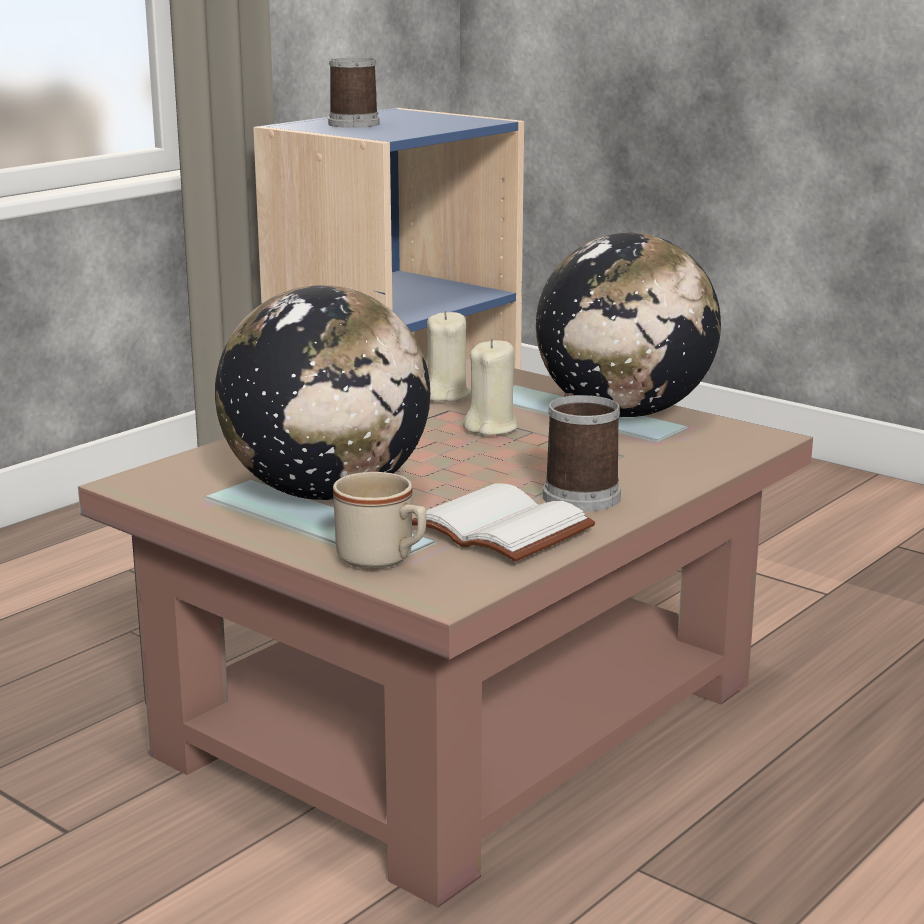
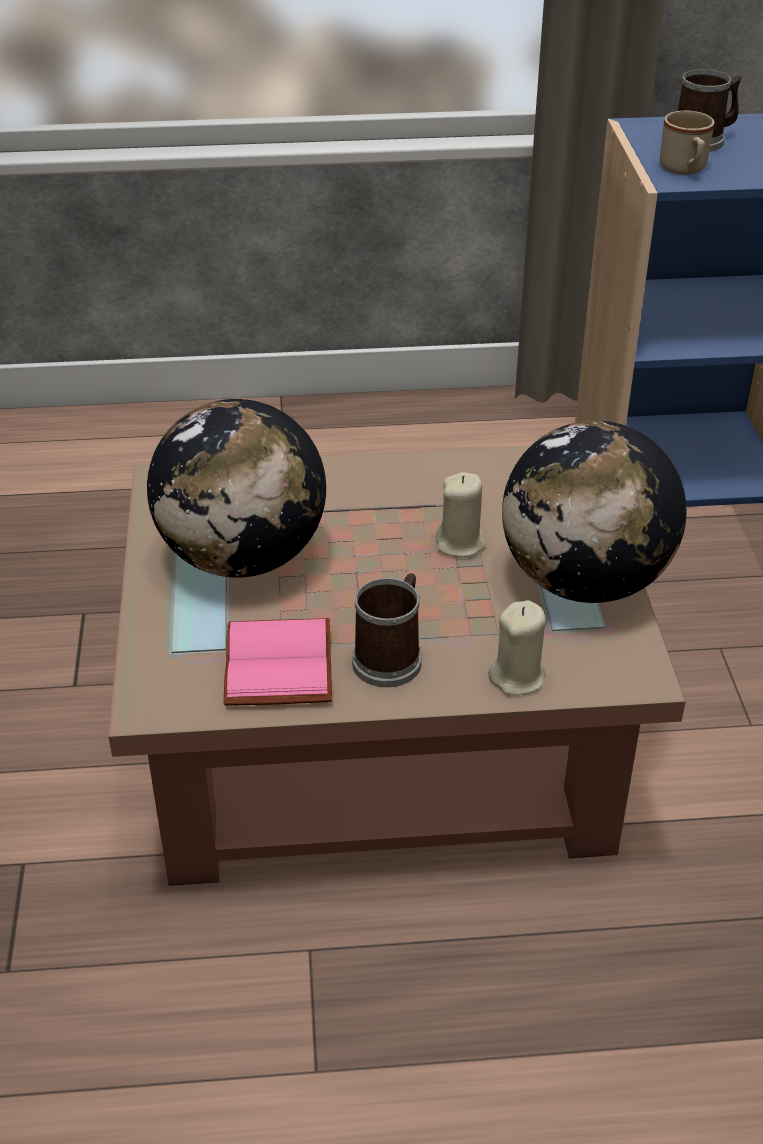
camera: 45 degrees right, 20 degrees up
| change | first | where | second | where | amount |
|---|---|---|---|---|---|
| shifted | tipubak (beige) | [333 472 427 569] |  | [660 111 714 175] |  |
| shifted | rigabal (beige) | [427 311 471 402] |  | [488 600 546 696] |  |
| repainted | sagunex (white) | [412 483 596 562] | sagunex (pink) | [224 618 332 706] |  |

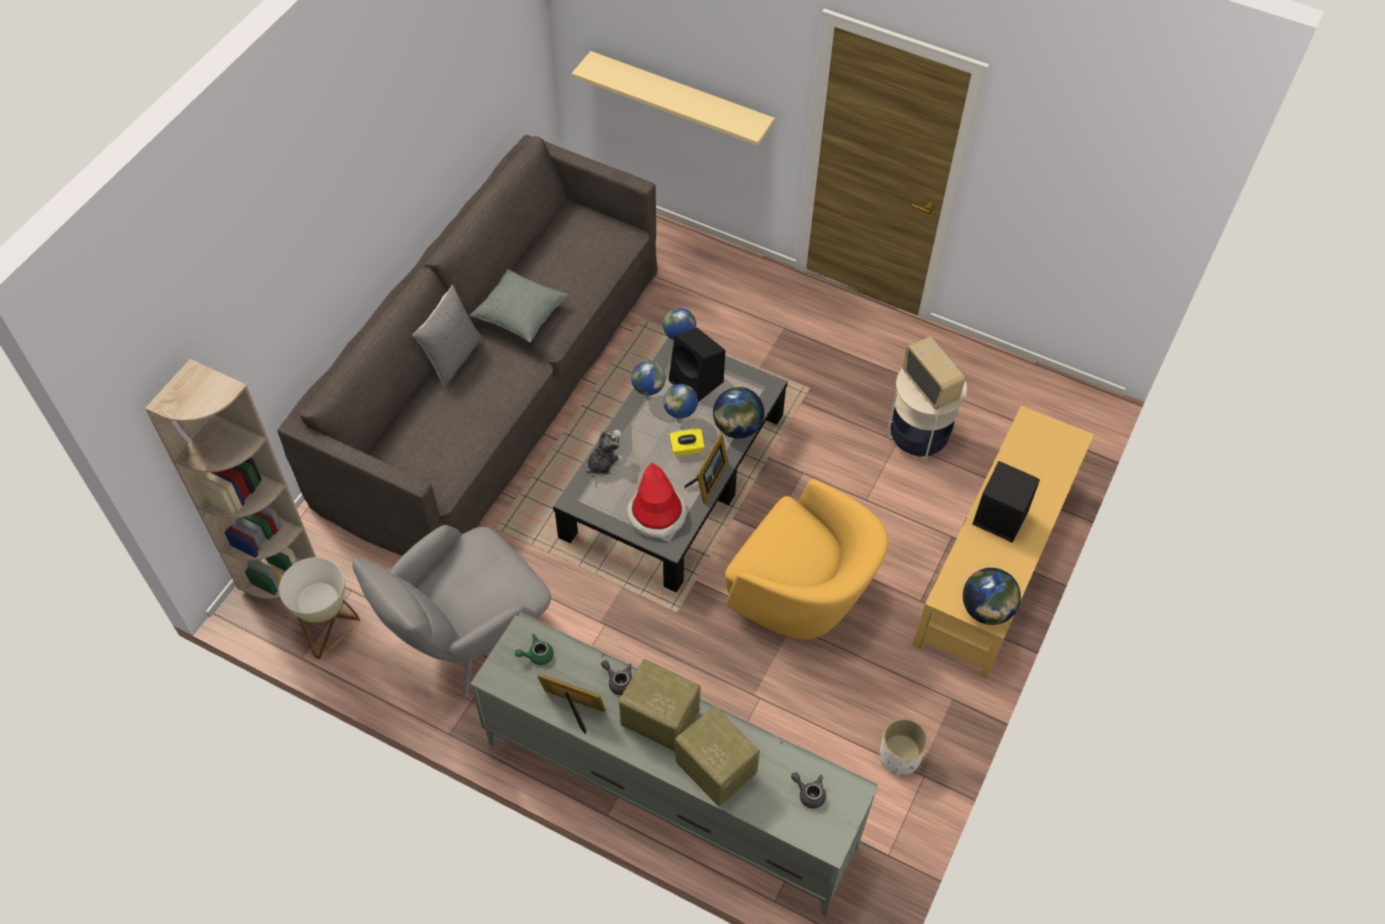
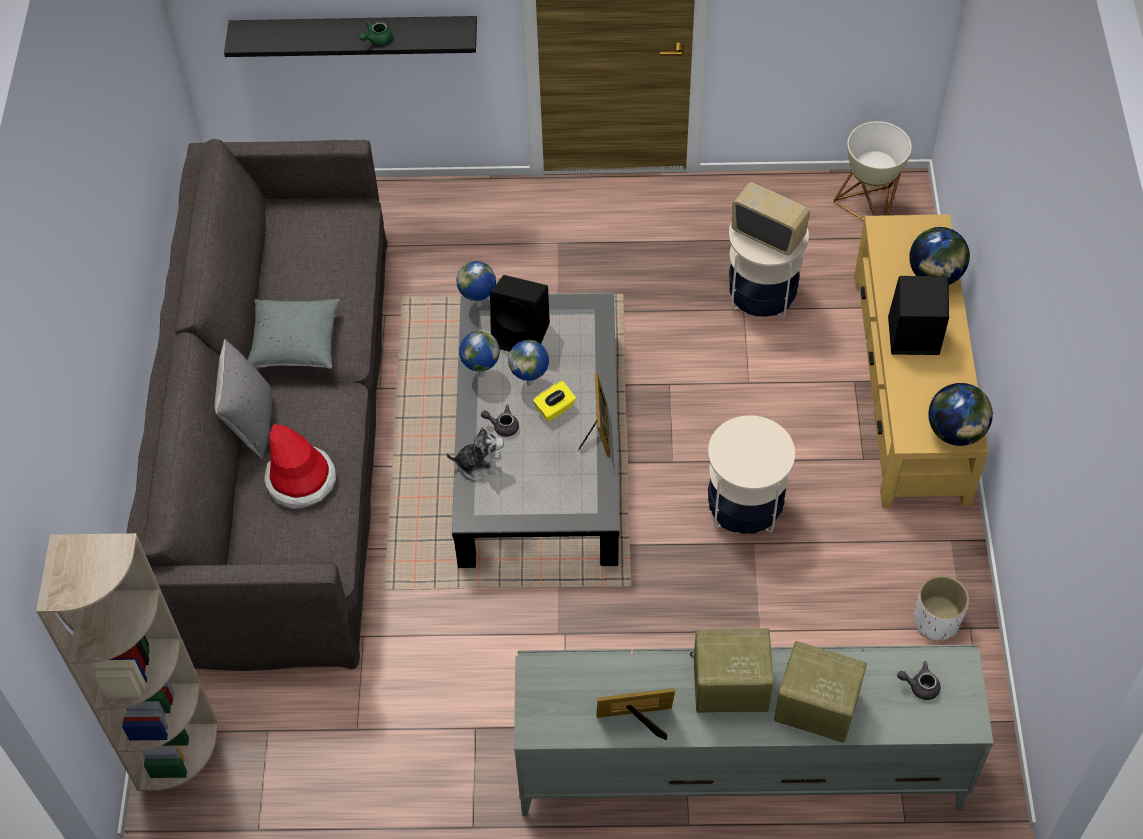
camera: 25 degrees left, 0 degrees up
| change | first | where | second | where | amount |
|---|---|---|---|---|---|
| gone | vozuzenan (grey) | [352 525 551 698] |  |  |  |
| shifted | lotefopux | [279 557 360 659] |  | [834 121 912 221] |  |
| shifted | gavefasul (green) | [515 634 554 665] |  | [359 20 393 45] |  |
| shifted | gavefasul (grey) | [601 660 632 695] |  | [481 405 519 437] |  |
| shifted | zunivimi | [628 463 687 537] |  | [264 424 336 509] |  |
| shifted | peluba | [713 387 764 438] |  | [909 227 970 285] |  |
| swapped | vozuzenan (yellow) | [725 479 888 640] | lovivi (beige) | [708 415 795 534] |  |
| repainted | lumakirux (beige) | [572 51 775 146] | lumakirux (black) | [224 16 477 57] |  |
| rotated | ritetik | [586 430 625 478] |  | [446 428 504 481] | 75 degrees clockwise |

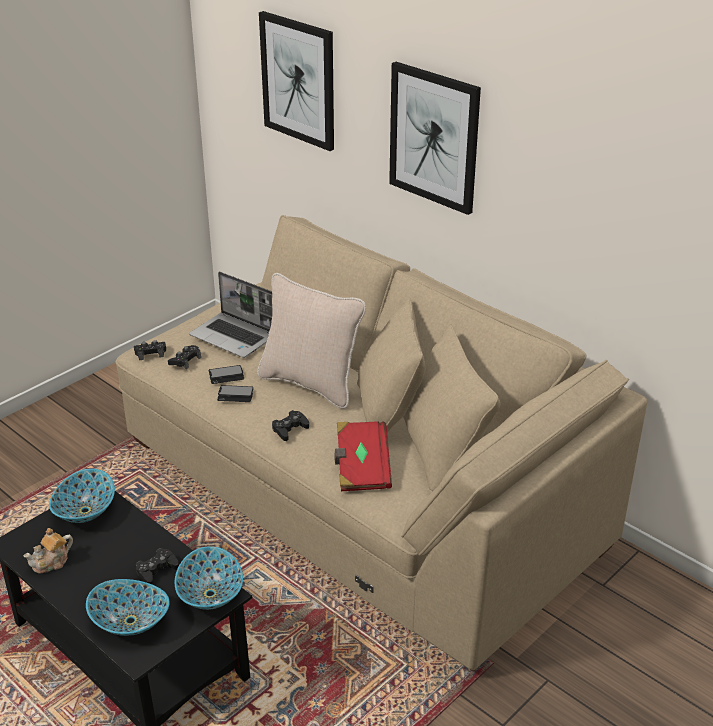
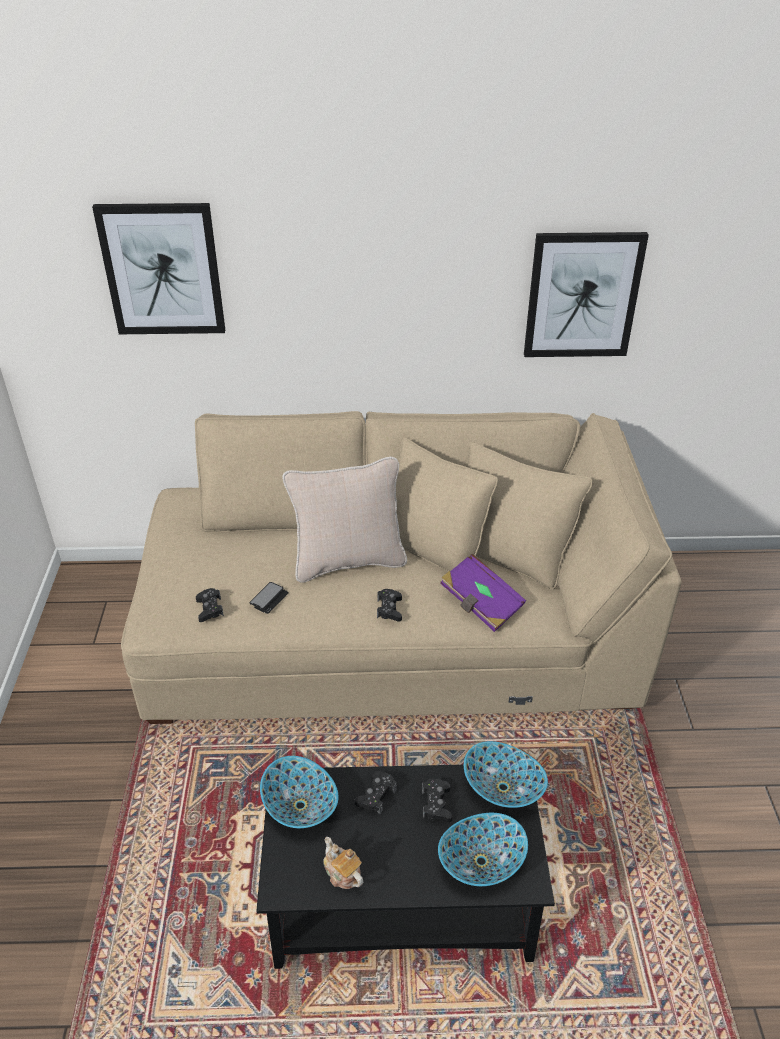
camera: 45 degrees left, 5 degrees up
| change | first | where | second | where | amount |
|---|---|---|---|---|---|
| gone | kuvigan | [189 272 273 358] |  |  |  |
| gone | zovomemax | [217 385 254 402] |  |  |  |
| shifted | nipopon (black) | [134 340 166 360] |  | [355 771 397 814] |  |
| shifted | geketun | [389 62 481 215] |  | [524 232 649 357] |  |
| repainted | sagunex (red) | [334 421 392 491] | sagunex (purple) | [440 554 526 632] |  |
| rotated | gavefasul | [23 528 73 573] |  | [323 837 363 889] | 135 degrees clockwise |

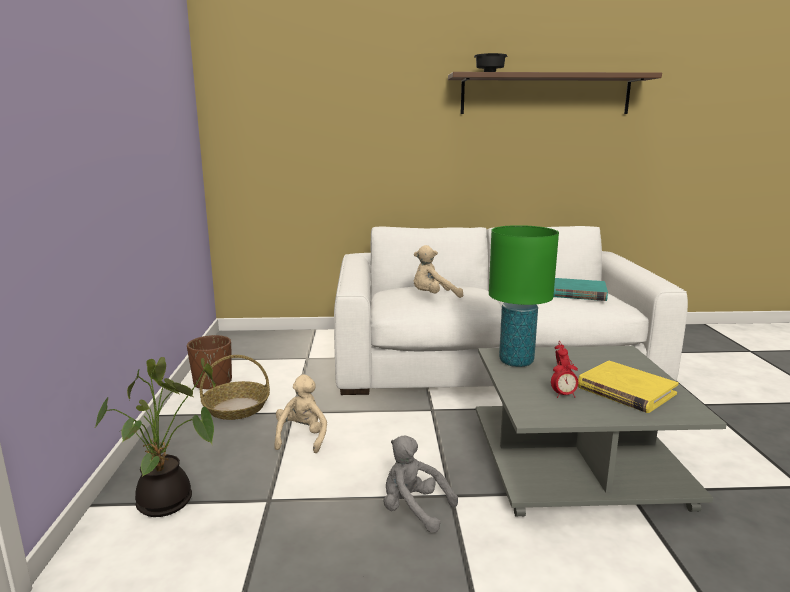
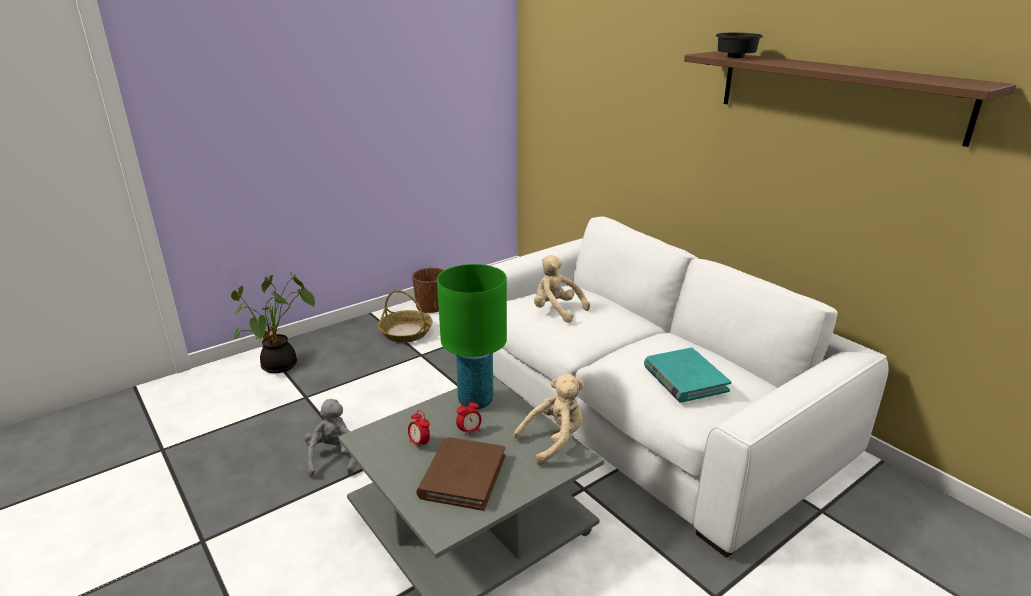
camera: 55 degrees right, 10 degrees up
| change | first | where | second | where | amount |
|---|---|---|---|---|---|
| shifted | ritetik (beige) | [274 374 327 453] |  | [513 374 584 466] |  |
| repainted | sagunex (yellow) | [578 361 679 413] | sagunex (brown) | [416 437 505 511] |  |

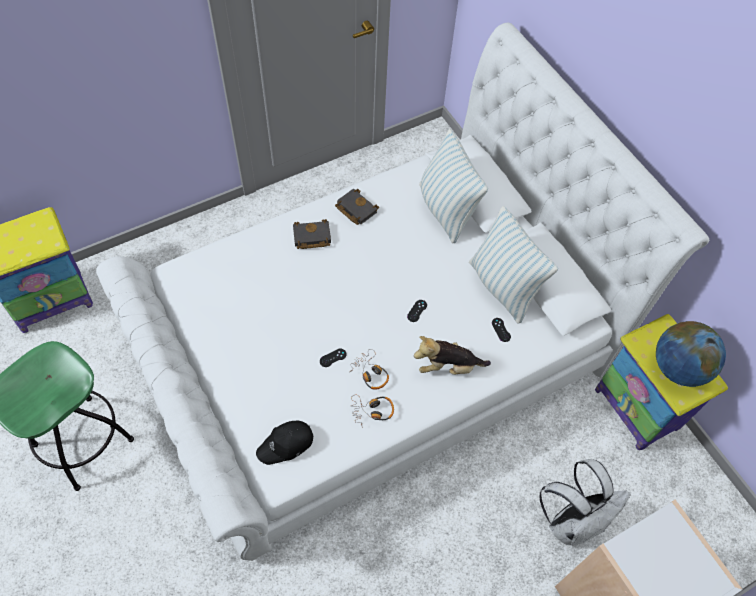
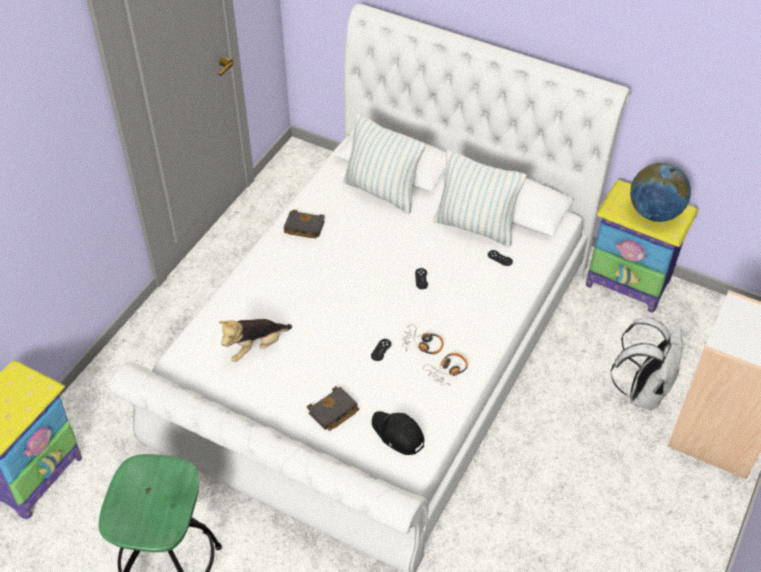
camera: 30 degrees left, 10 degrees down
| change | first | where | second | where | amount |
|---|---|---|---|---|---|
| shifted | sagunex (black) | [293 219 331 249] |  | [307 386 359 431] |  |
| shifted | ritetik | [414 336 491 375] |  | [218 319 292 362] |  |
| rotated | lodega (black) | [256 421 313 465] |  | [372 411 424 455] | 105 degrees clockwise |

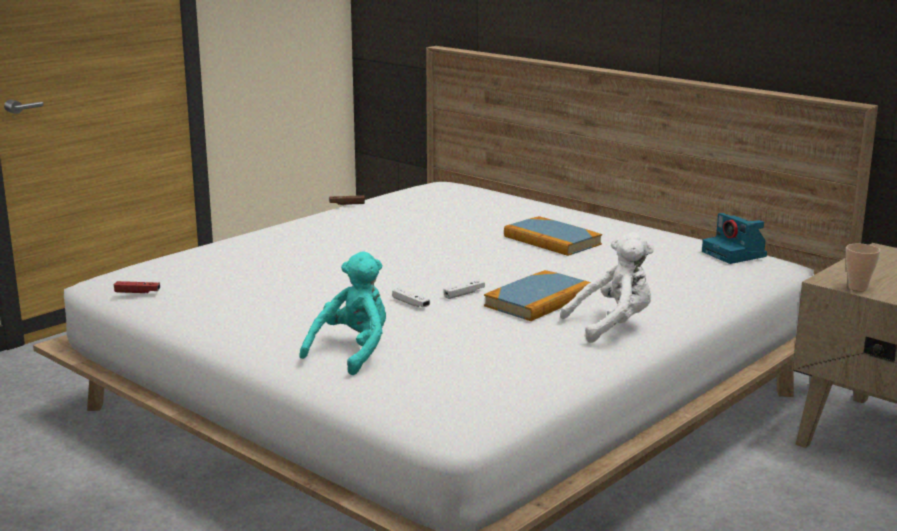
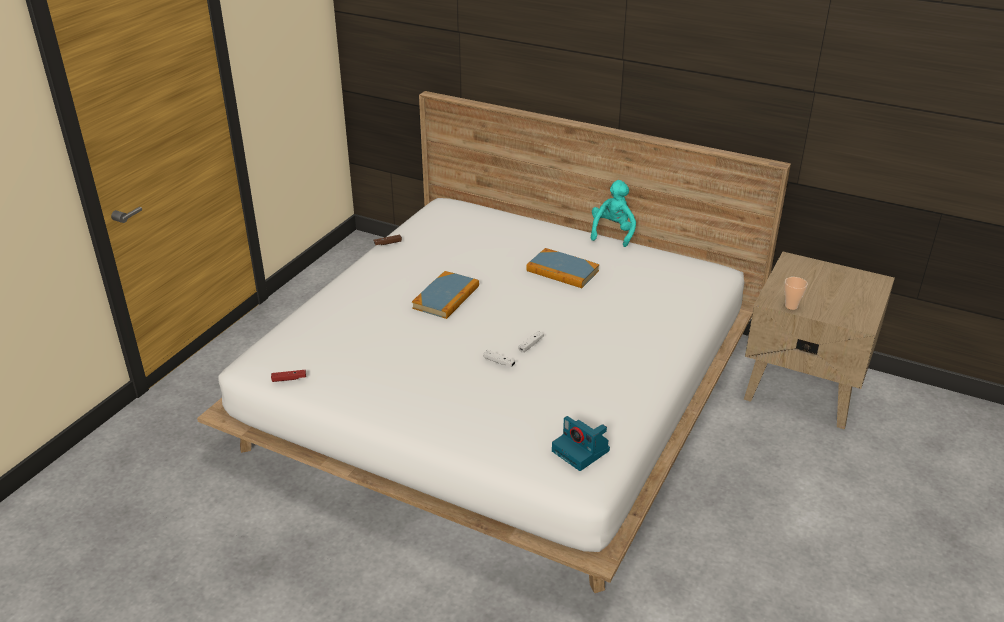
camera: 15 degrees left, 15 degrees up
| change | first | where | second | where | amount |
|---|---|---|---|---|---|
| gone | ritetik (white) | [560 232 654 343] |  |  |  |
| shifted | ritetik (turquoise) | [300 251 386 375] |  | [591 180 636 247] |  |
| shifted | sagunex | [484 270 592 321] |  | [412 271 479 319] |  |
| shifted | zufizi | [702 213 767 264] |  | [552 416 610 471] |  |

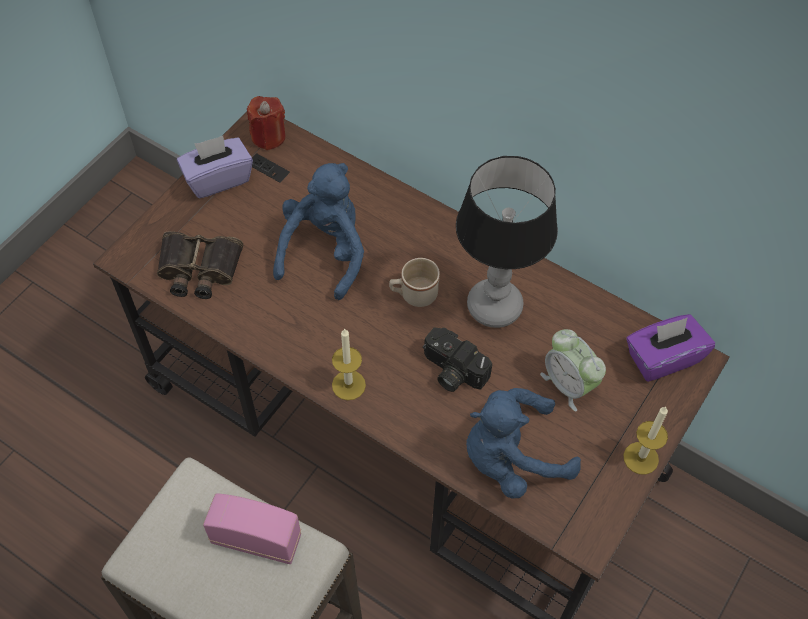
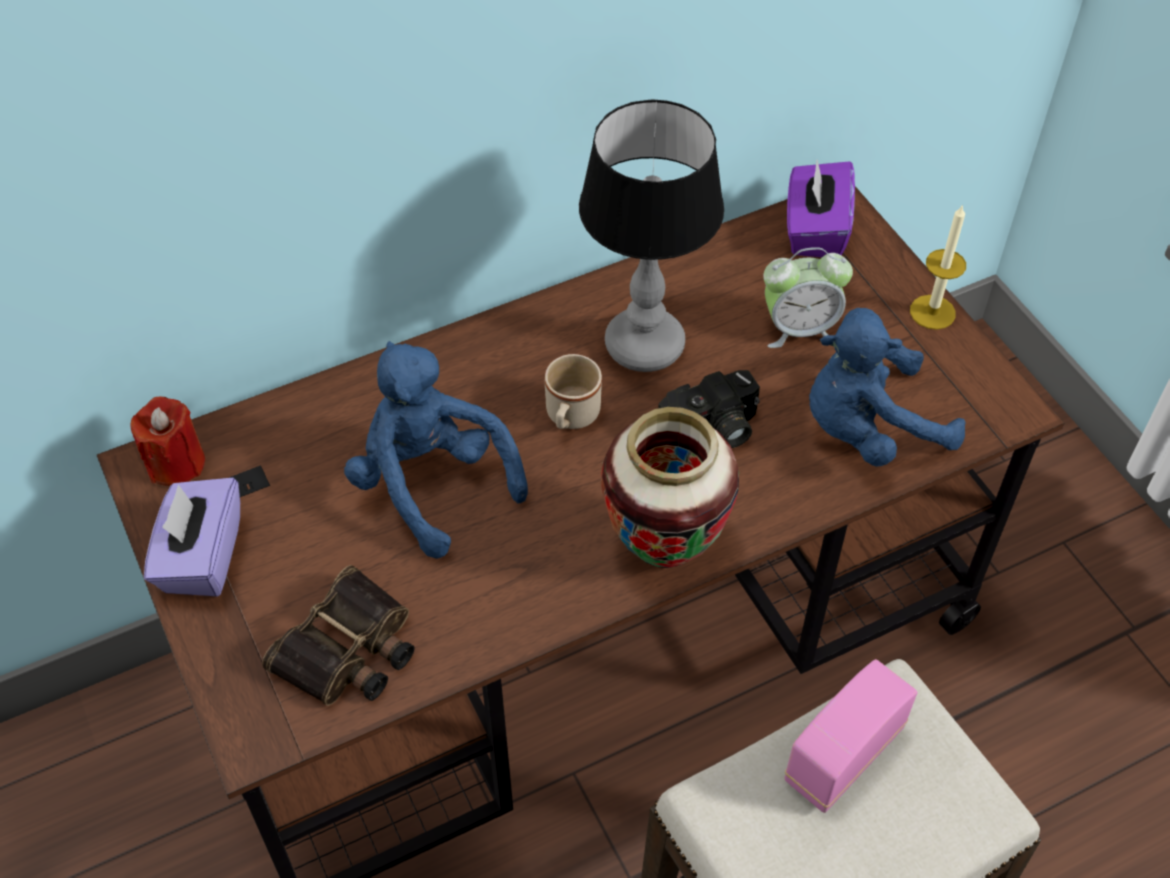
camera: 60 degrees left, 5 degrees down
| change | first | where | second | where | amount |
|---|---|---|---|---|---|
| swapped | rigabal | [332 328 366 400] | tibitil | [601 407 739 568] |  |
| rotated | ritetik (blue) | [466 388 581 499] |  | [809 308 965 467] | 60 degrees clockwise |

